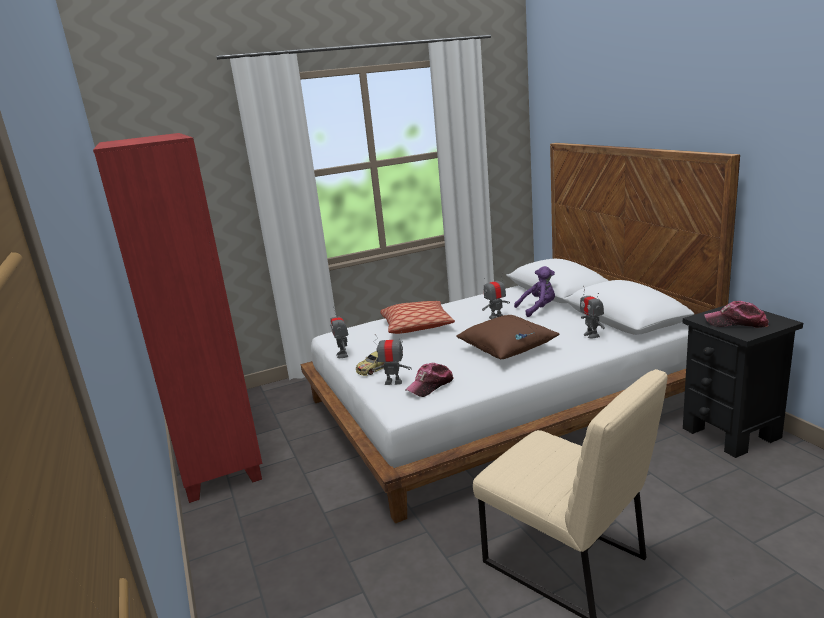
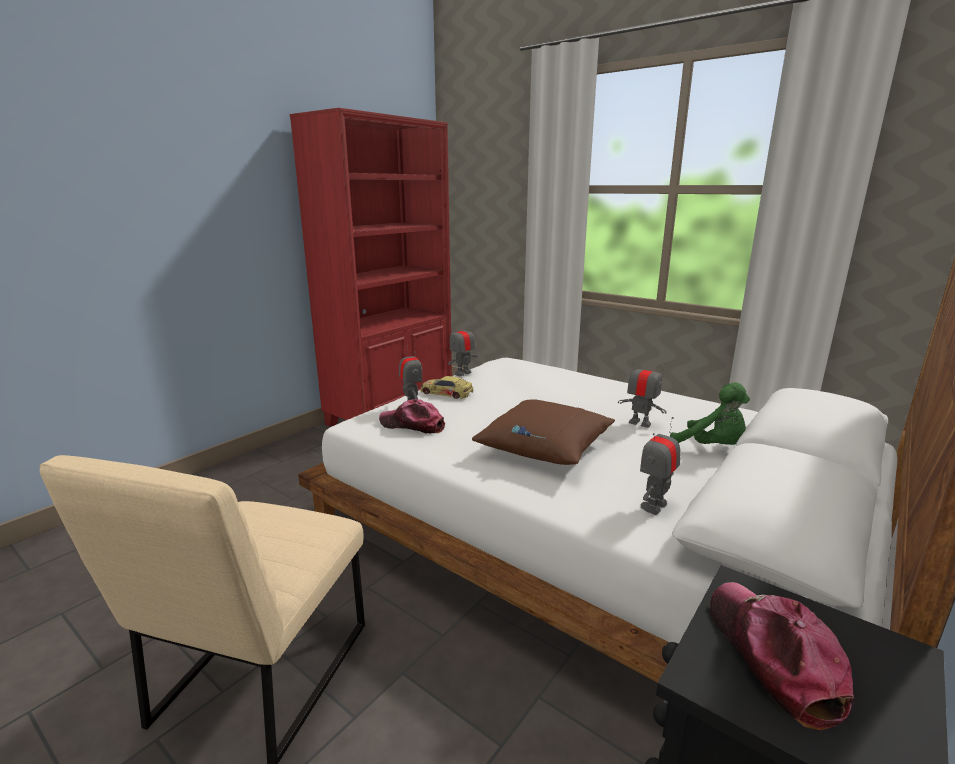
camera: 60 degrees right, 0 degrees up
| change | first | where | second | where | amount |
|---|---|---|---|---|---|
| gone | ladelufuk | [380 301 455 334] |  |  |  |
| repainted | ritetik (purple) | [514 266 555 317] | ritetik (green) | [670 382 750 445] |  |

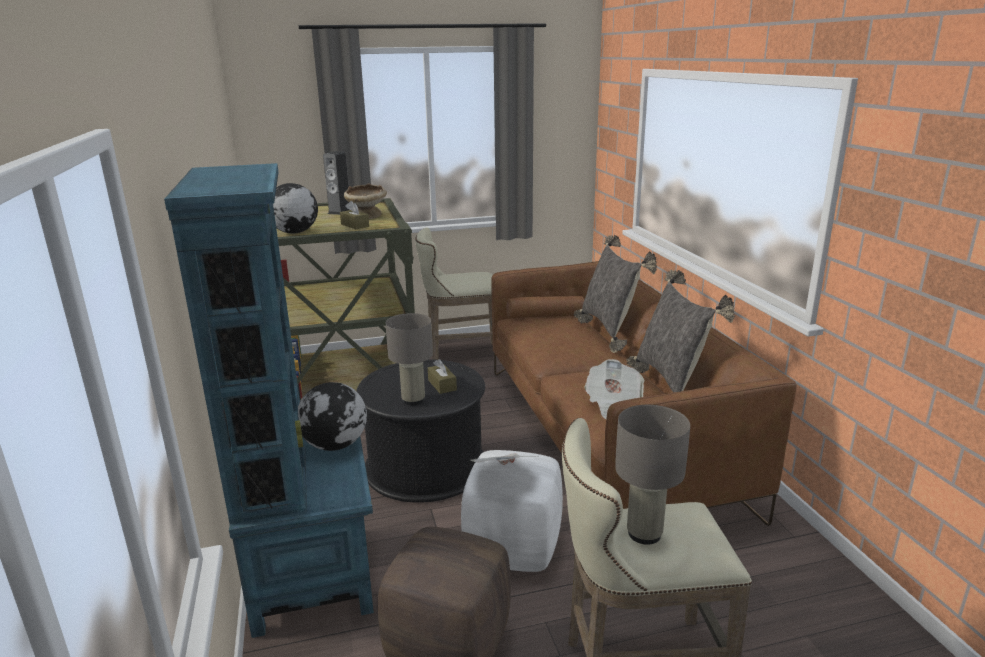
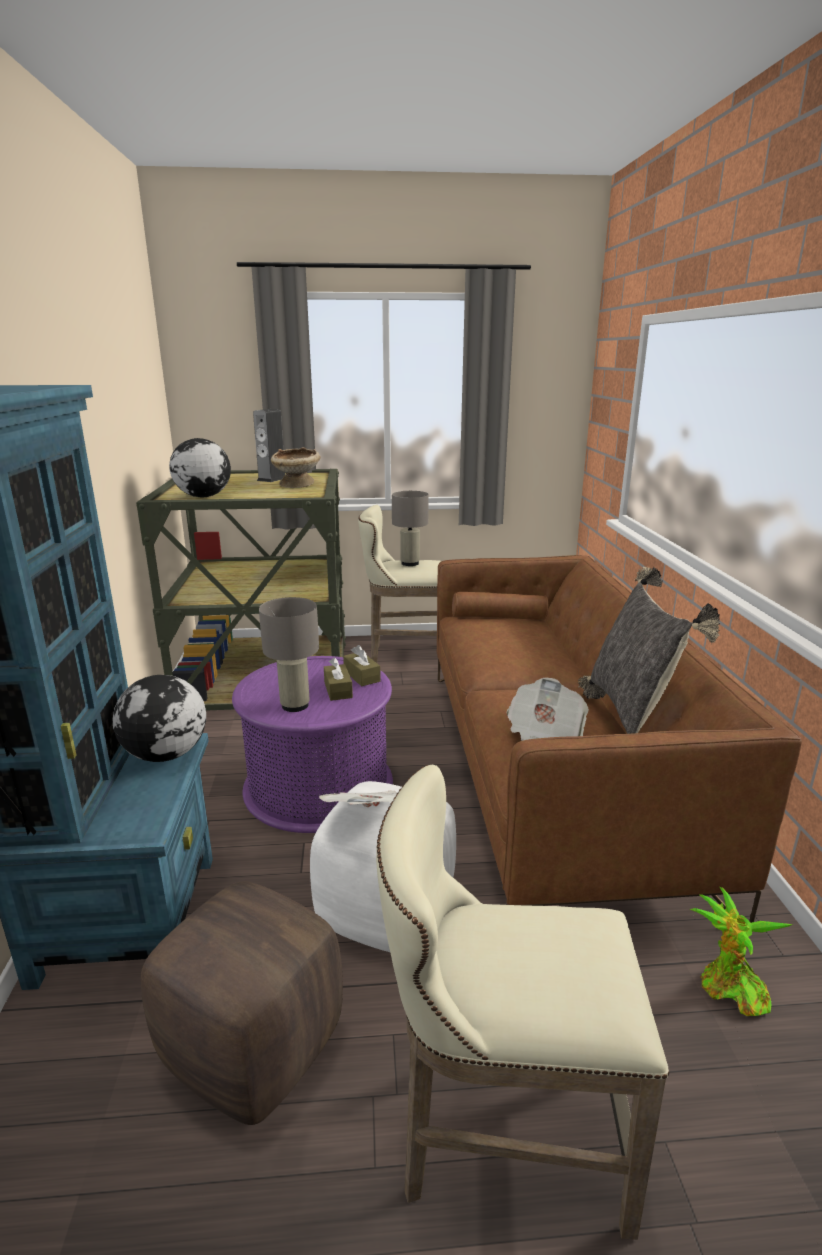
camera: 10 degrees right, 0 degrees up
| change | first | where | second | where | amount |
|---|---|---|---|---|---|
| gone | ladelufuk | [574 235 657 353] |  |  |  |
| new |  |  | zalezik | [689 887 793 1016] |  |
| shifted | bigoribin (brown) | [340 201 369 229] |  | [343 645 381 686] |  |
| shifted | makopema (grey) | [615 405 690 545] |  | [392 491 429 566] |  |
| repainted | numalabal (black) | [356 359 485 503] | numalabal (purple) | [232 656 393 833] |  |

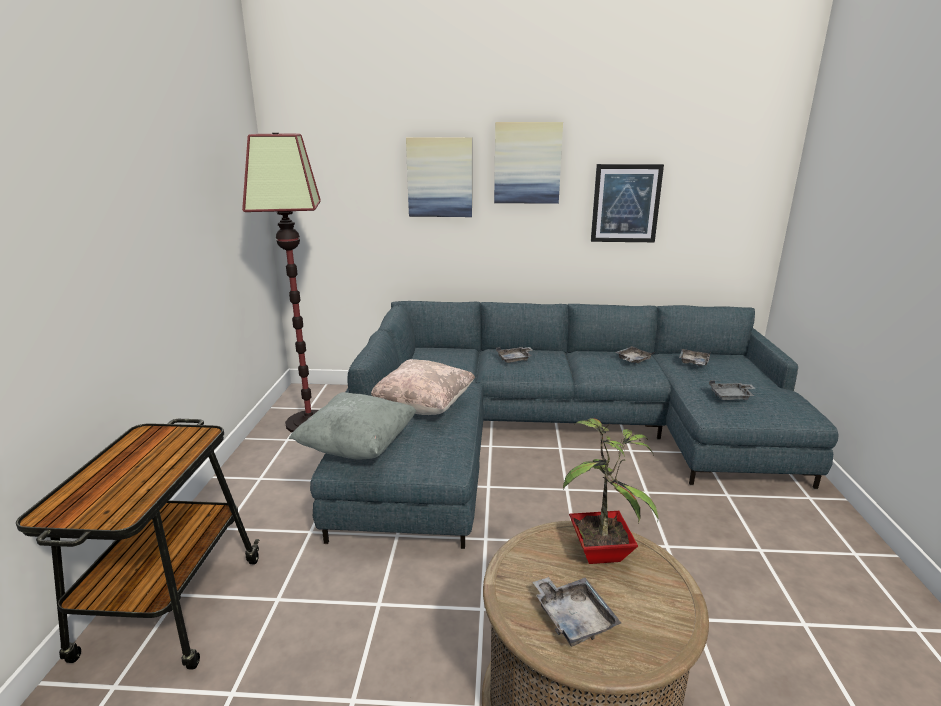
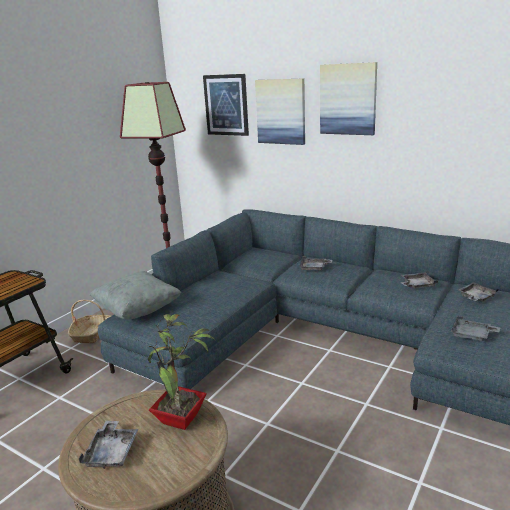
camera: 30 degrees right, 0 degrees up
| change | first | where | second | where | amount |
|---|---|---|---|---|---|
| gone | ladelufuk (beige) | [371 359 475 415] |  |  |  |
| new |  |  | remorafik | [68 300 111 344] |  |
| shifted | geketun | [591 164 664 242] |  | [203 74 249 136] |  |

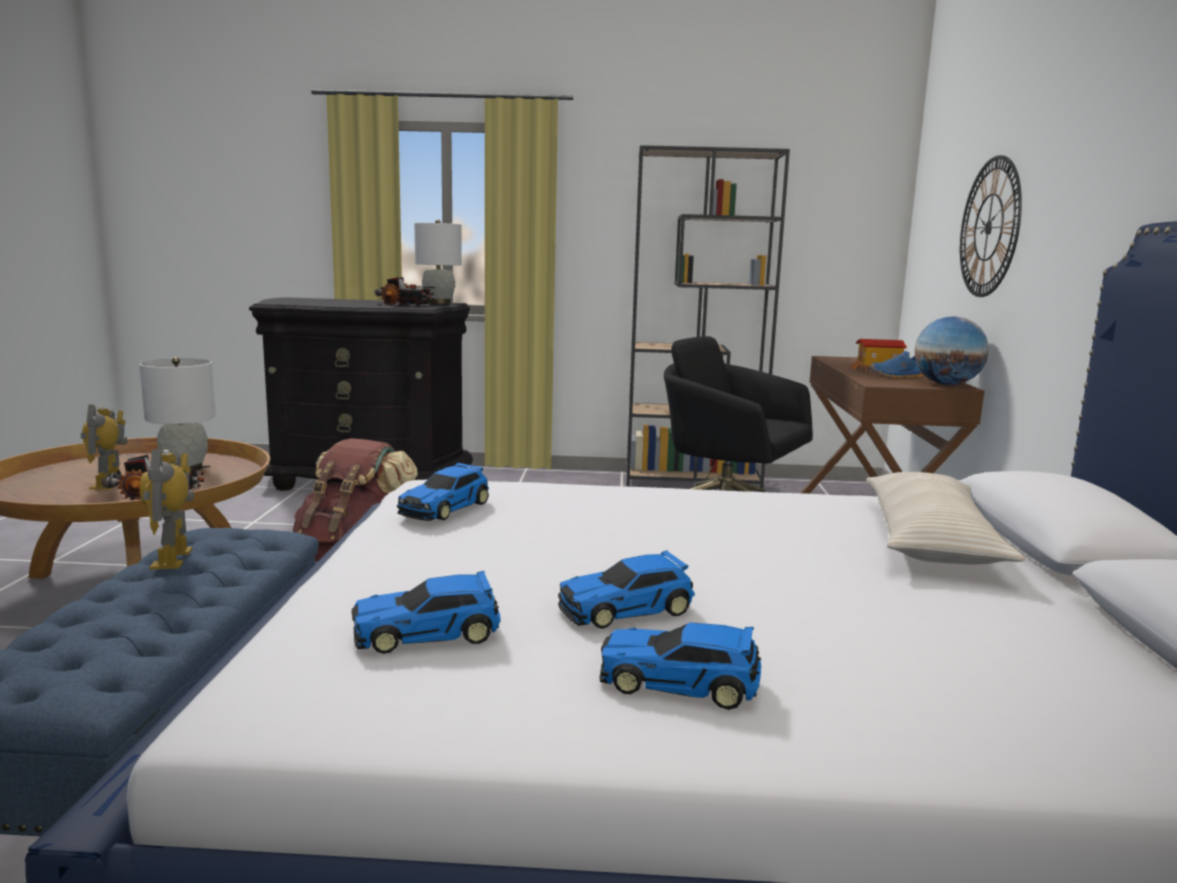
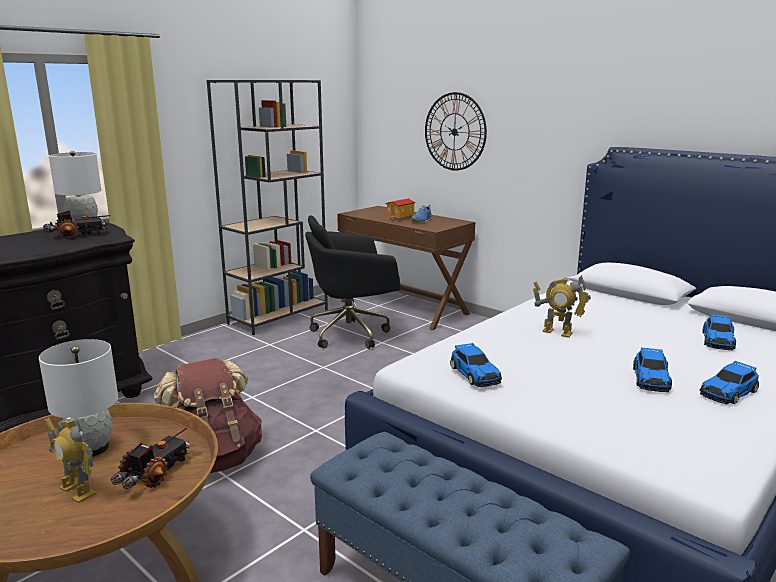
camera: 50 degrees left, 5 degrees up
| change | first | where | second | where | amount |
|---|---|---|---|---|---|
| gone | ladelufuk (beige) | [866 472 1025 564] |  |  |  |
| gone | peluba | [915 316 989 385] |  |  |  |
| shifted | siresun | [140 450 194 569] |  | [533 275 591 338] |  |
| shifted | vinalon | [352 571 501 654] |  | [702 314 736 350] |  |

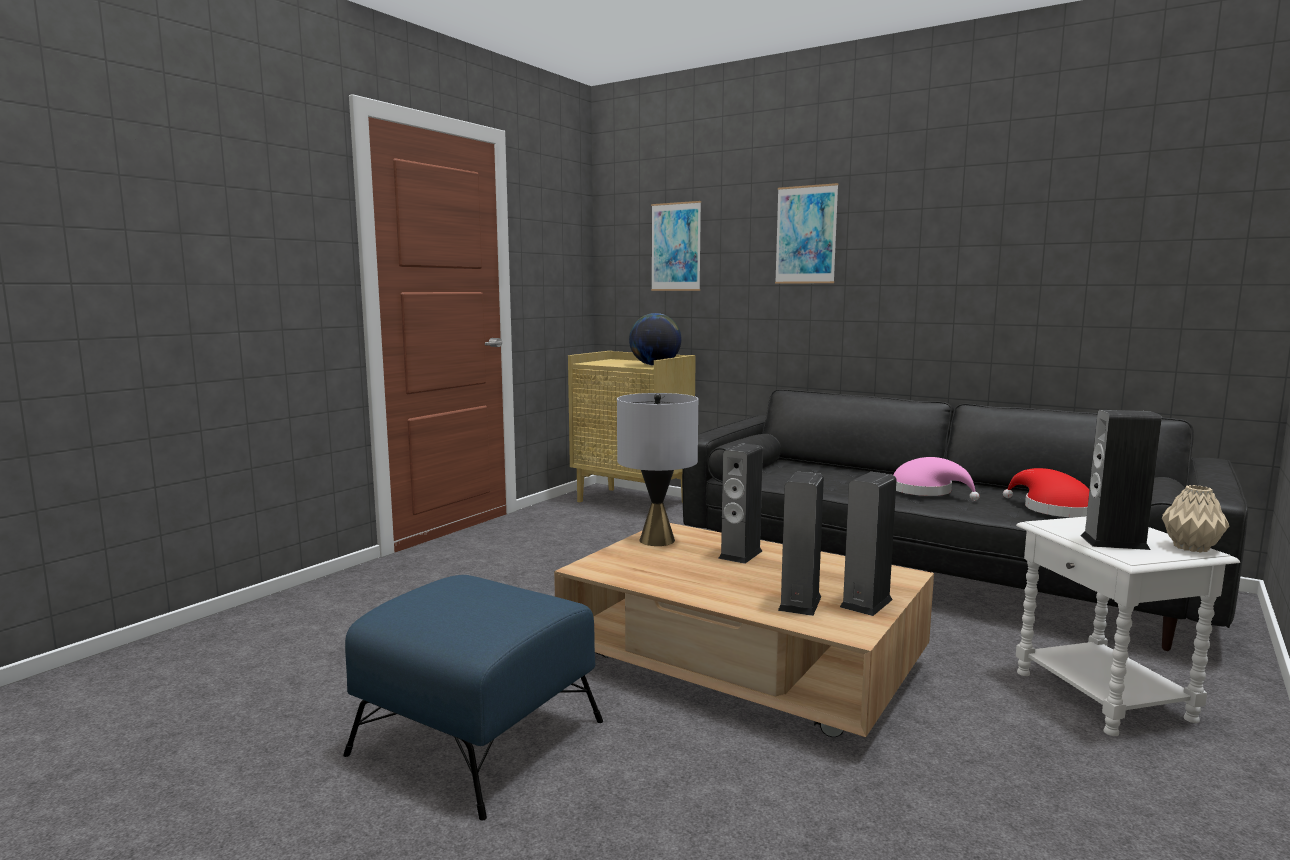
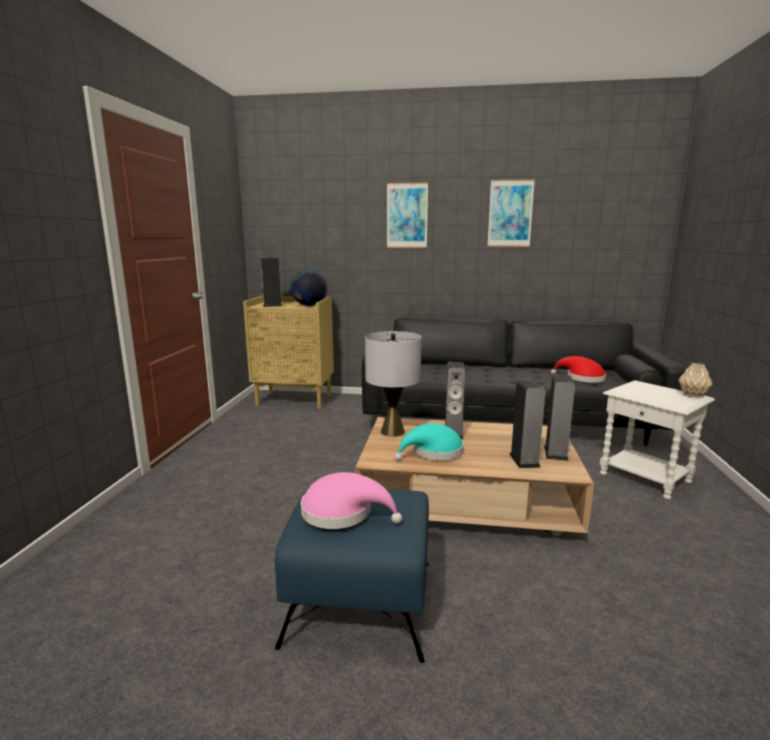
camera: 25 degrees left, 5 degrees up
| change | first | where | second | where | amount |
|---|---|---|---|---|---|
| new |  |  | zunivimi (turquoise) | [395 423 464 461] |  |
| shifted | geketun | [651 201 701 291] |  | [487 179 535 247] |  |
| shifted | zunivimi (pink) | [893 457 980 501] |  | [301 472 402 529] |  |
| shifted | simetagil | [1080 410 1161 550] |  | [261 256 283 307] |  |

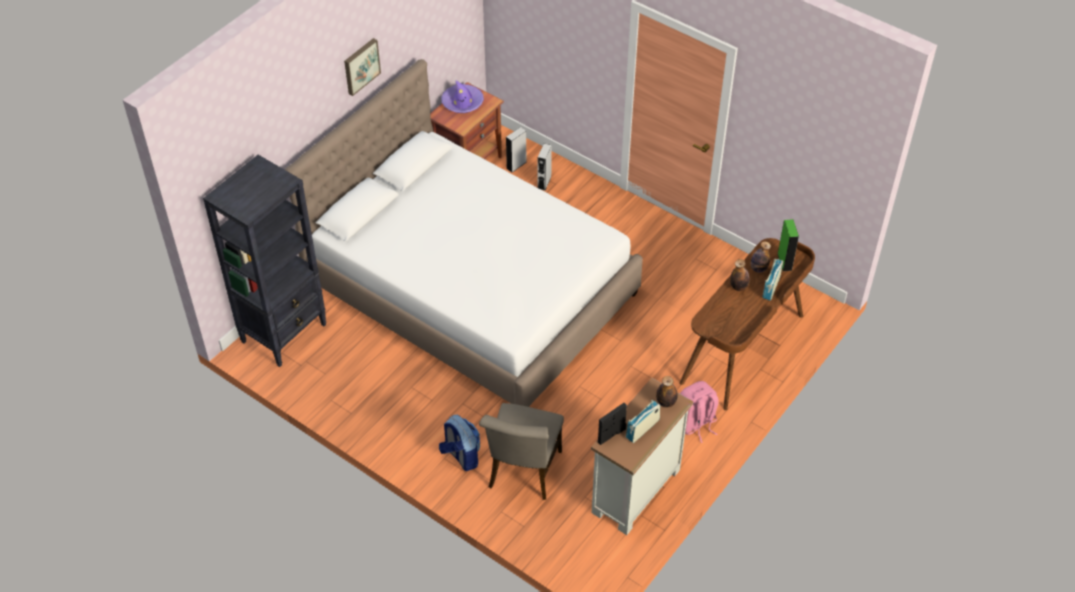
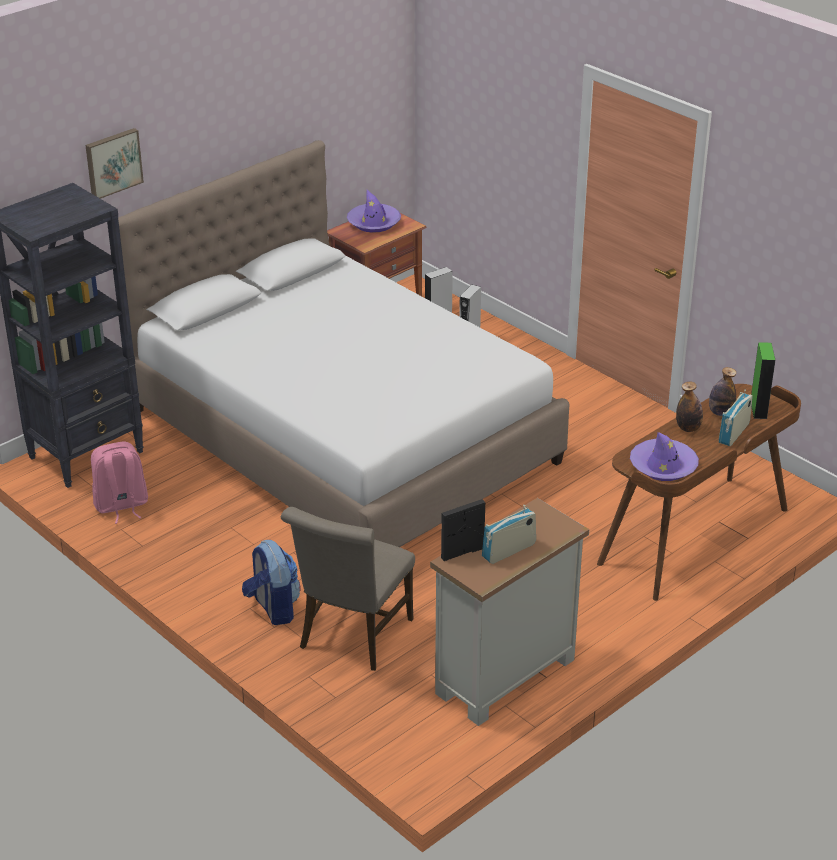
camera: 10 degrees right, 15 degrees down
| change | first | where | second | where | amount |
|---|---|---|---|---|---|
| gone | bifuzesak | [656 376 678 407] |  |  |  |
| new |  |  | zunivimi (purple) | [630 432 699 481] |  |
| shifted | geketun | [344 38 381 96] |  | [85 128 144 199] |  |
| shifted | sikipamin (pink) | [680 381 719 443] |  | [91 442 148 524] |  |

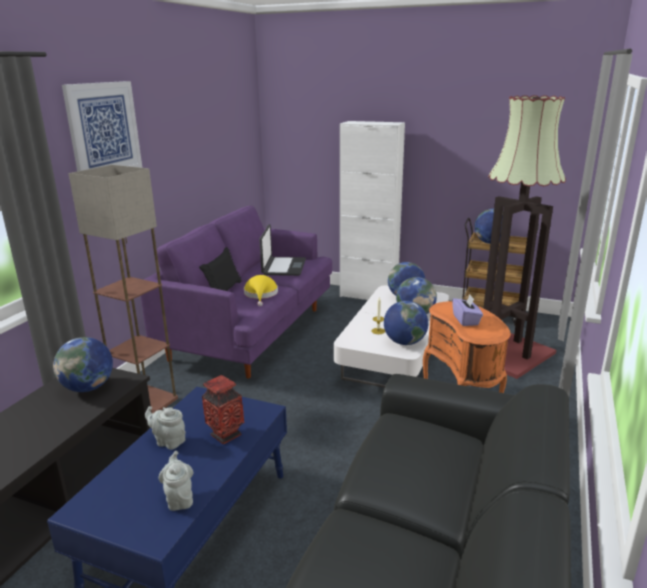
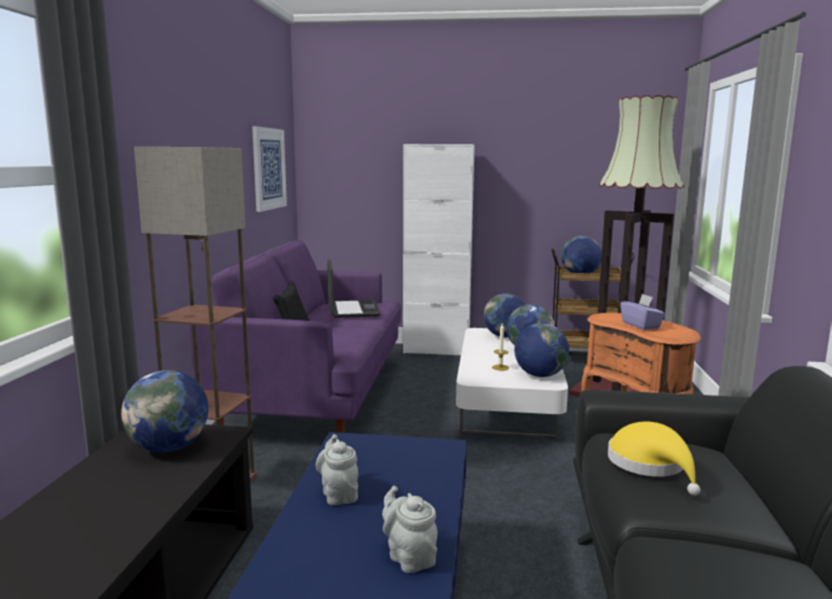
camera: 15 degrees left, 10 degrees down
| change | first | where | second | where | amount |
|---|---|---|---|---|---|
| gone | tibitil | [202 375 244 444] |  |  |  |
| shifted | geketun | [62 81 142 171] |  | [252 126 287 212] |  |
| shifted | zunivimi (yellow) | [244 275 278 306] |  | [608 422 700 496] |  |
| rotated | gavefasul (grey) | [145 406 186 450] |  | [315 434 358 505] | 60 degrees clockwise |

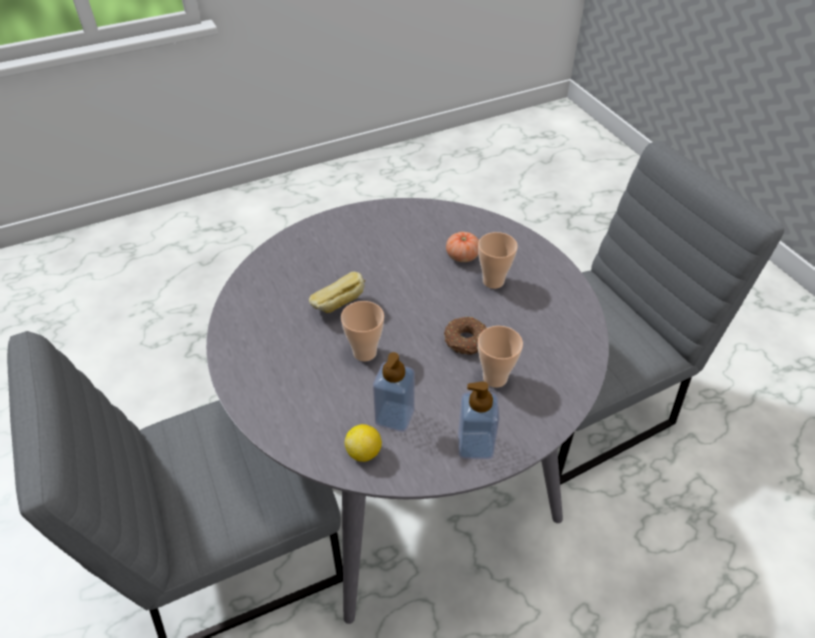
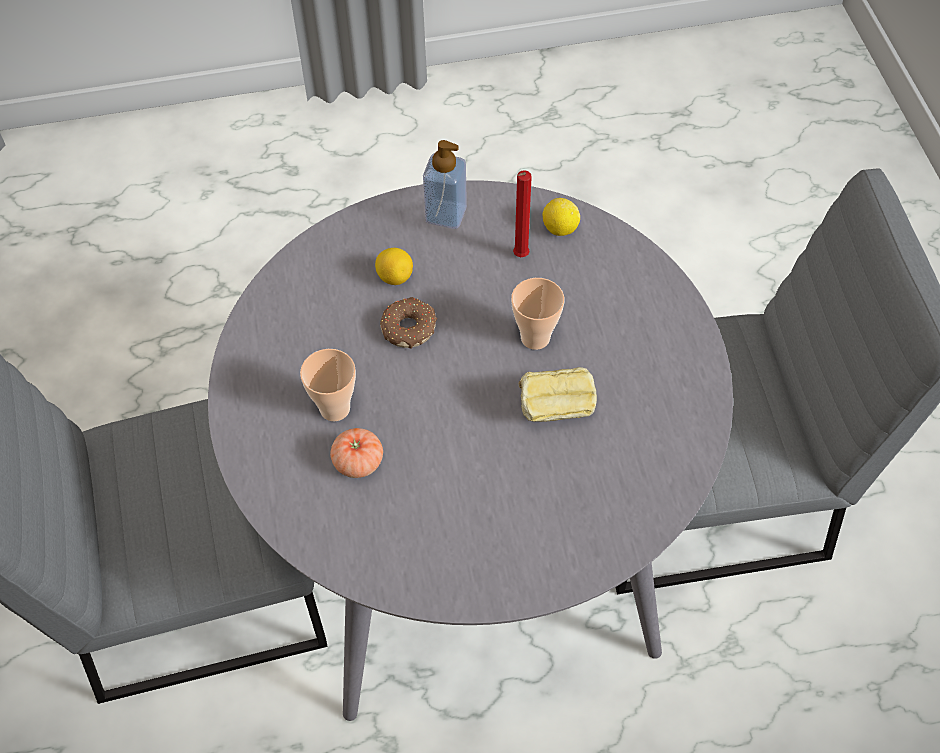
camera: 165 degrees left, 10 degrees up
| change | first | where | second | where | amount |
|---|---|---|---|---|---|
| swapped | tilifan | [373 352 415 432] | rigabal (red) | [513 170 532 257] |  |
| swapped | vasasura | [478 326 523 388] | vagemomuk | [375 248 413 285] |  |

